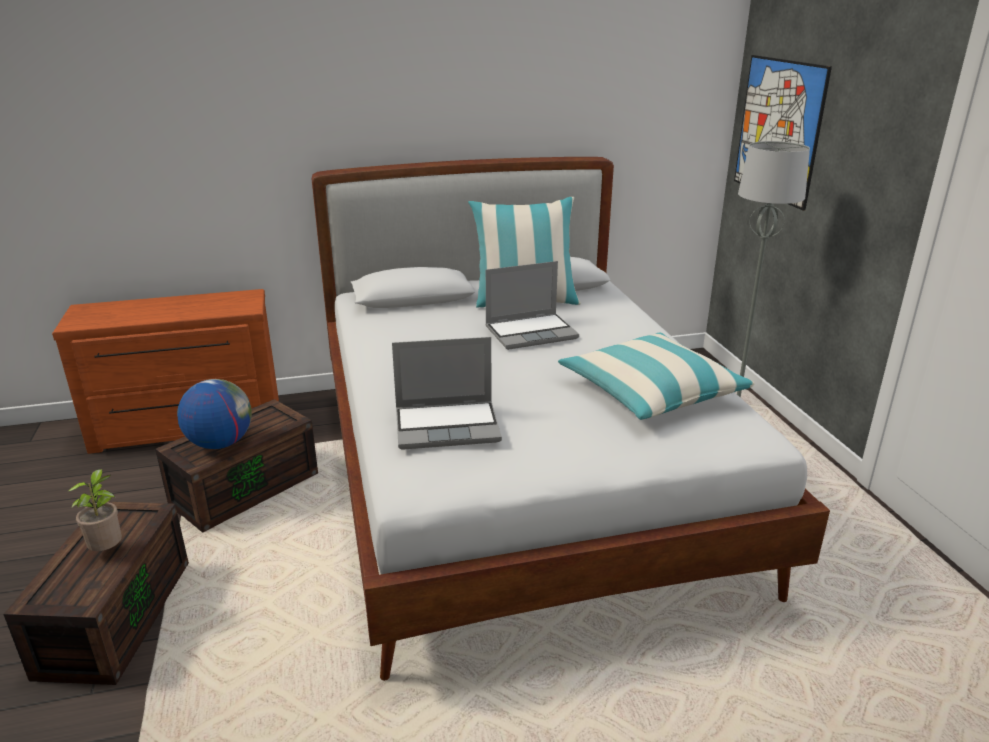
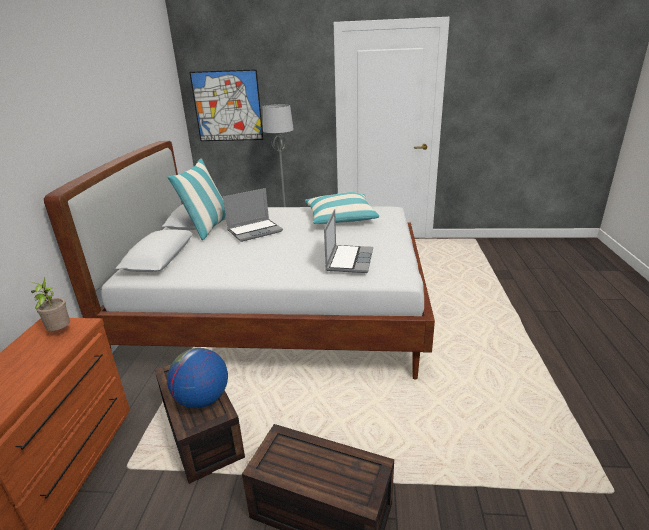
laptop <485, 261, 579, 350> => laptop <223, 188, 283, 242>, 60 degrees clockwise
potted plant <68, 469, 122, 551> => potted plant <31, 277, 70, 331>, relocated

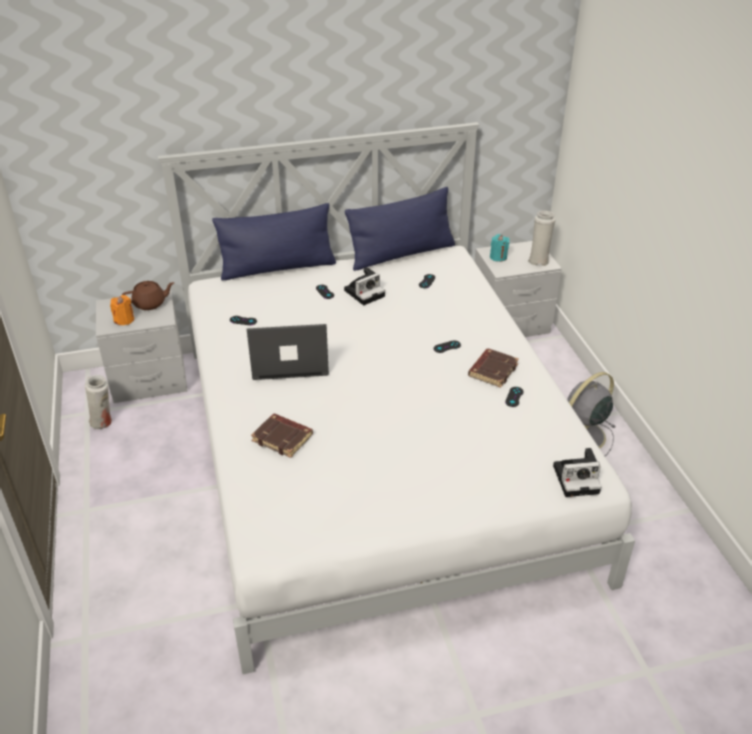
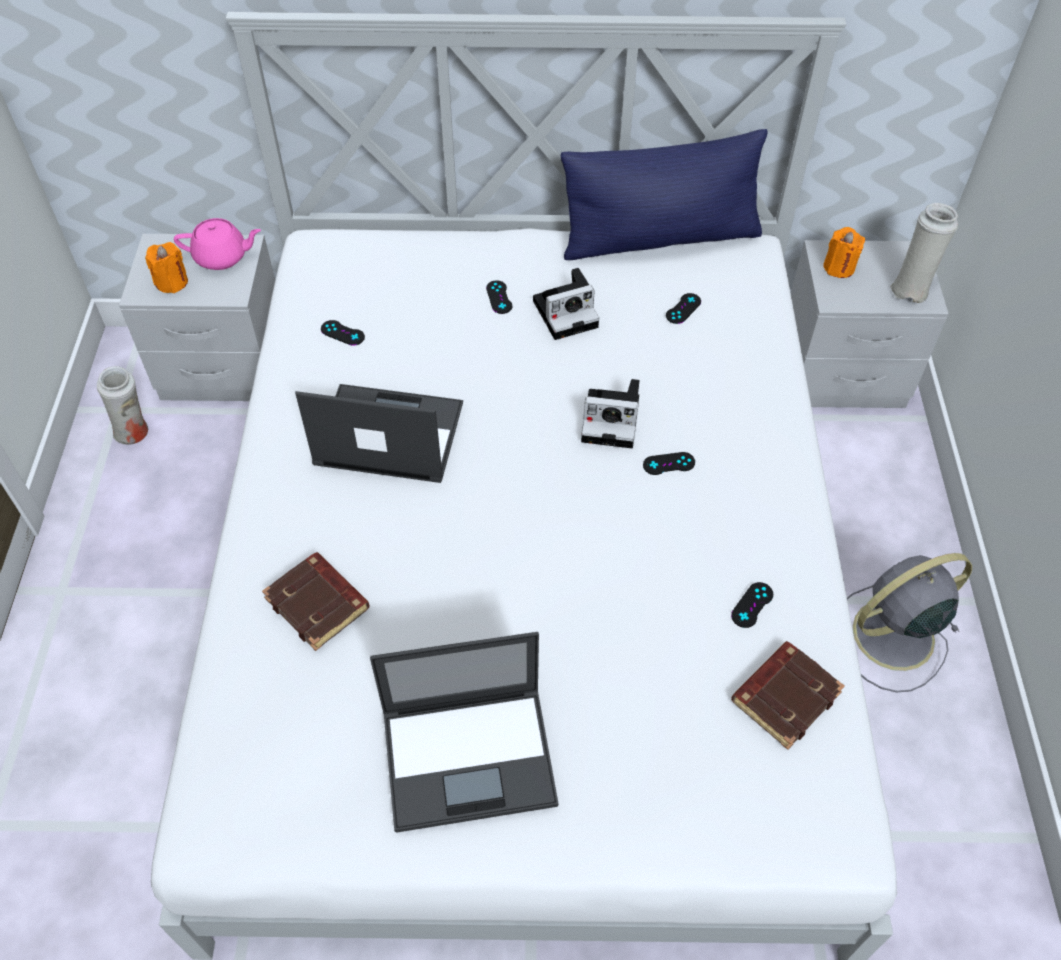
blue pillow <212, 203, 336, 280> => nothing
turquoise candle <490, 234, 510, 262> => orange candle <823, 227, 865, 278>
brown teapot <122, 281, 174, 310> => pink teapot <174, 218, 261, 270>
brown book <468, 349, 519, 388> => brown book <731, 641, 845, 750>, relocated
photo camera <553, 448, 601, 497> => photo camera <581, 379, 639, 448>, relocated
nothing => laptop <370, 632, 559, 833>

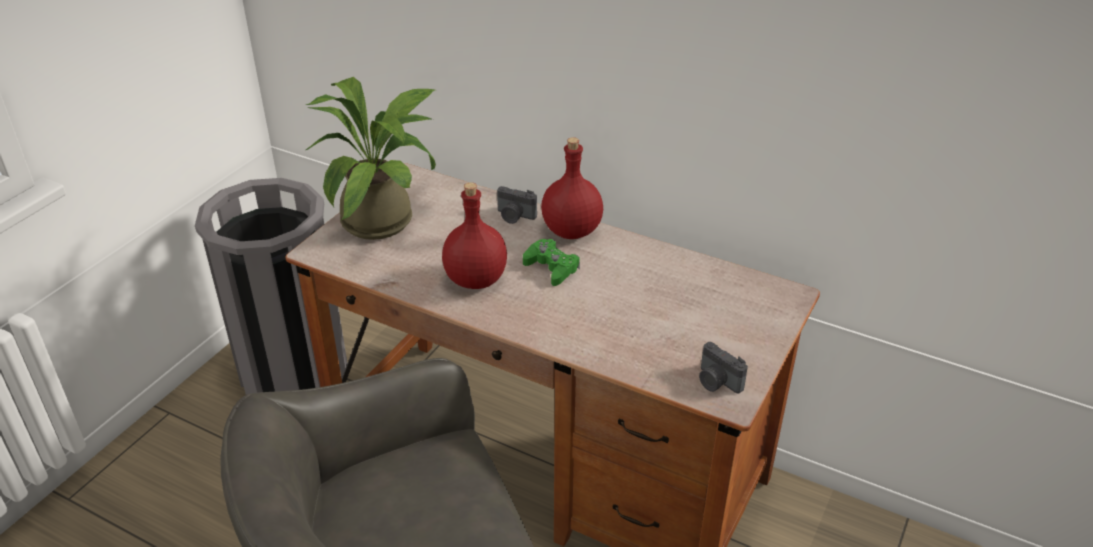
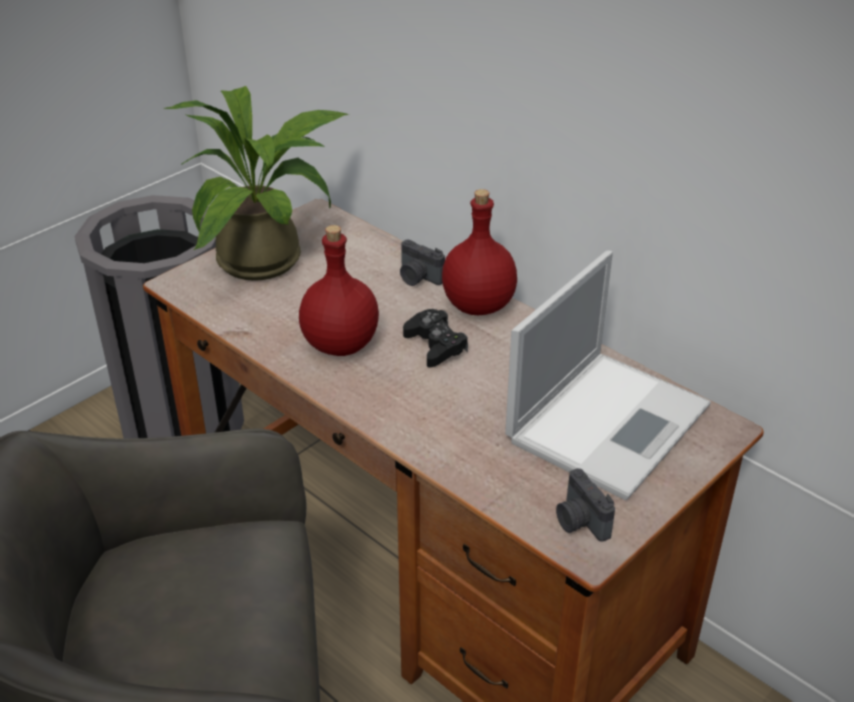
green game controller <523, 239, 580, 286> => black game controller <403, 309, 468, 367>
nothing => laptop <505, 251, 711, 500>

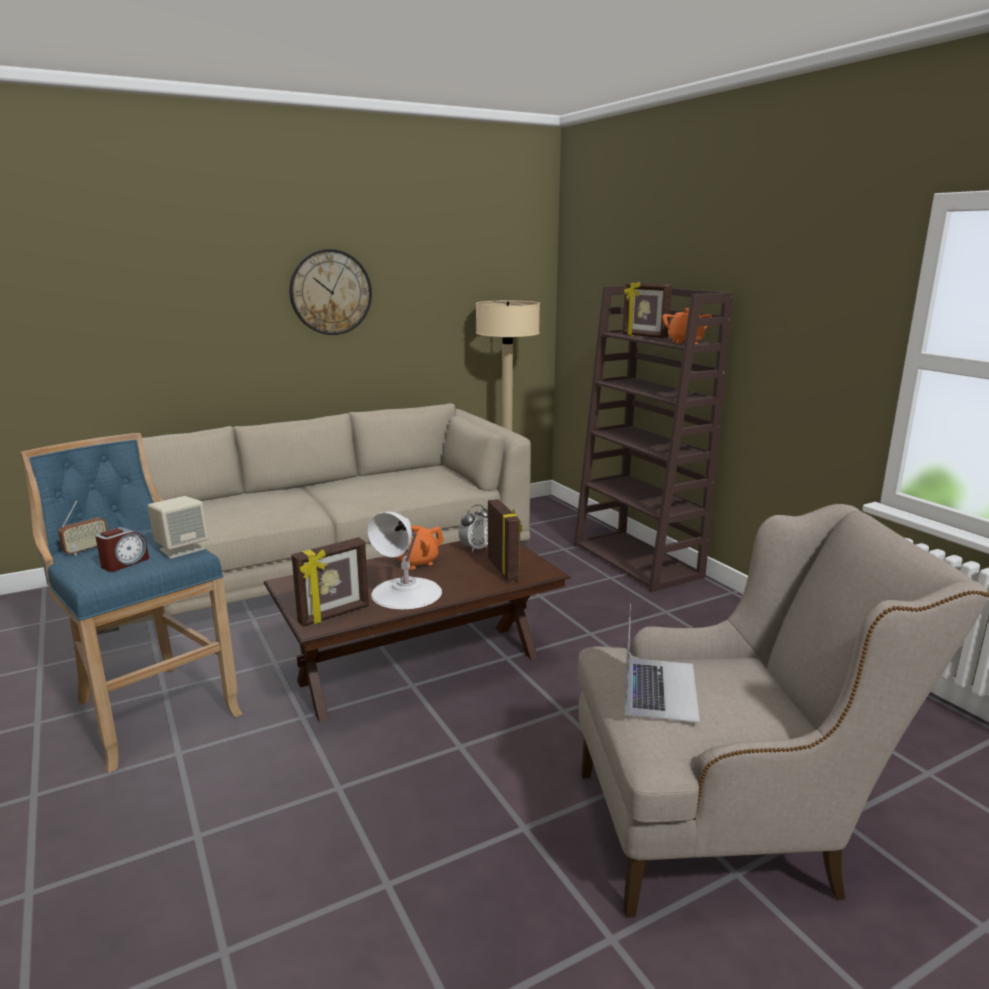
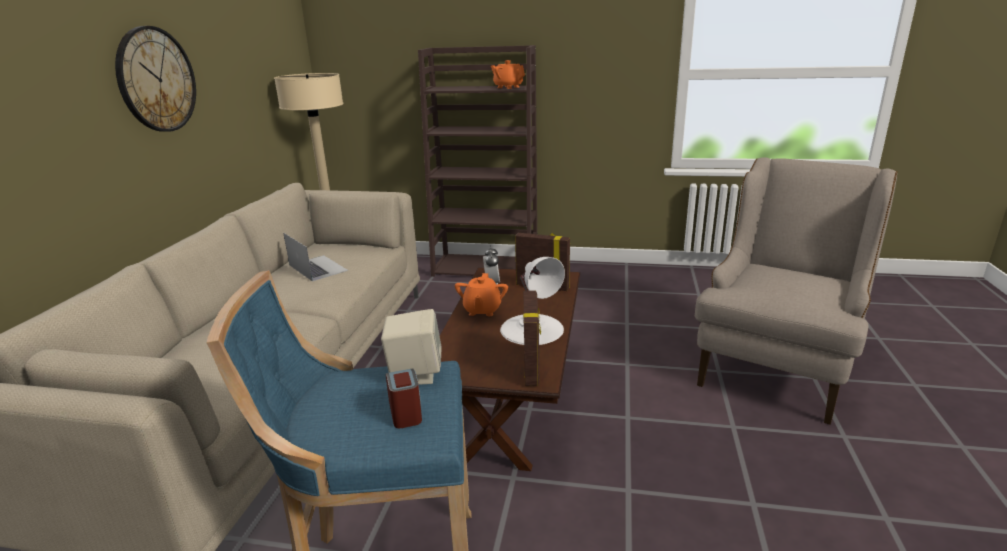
picture frame <622, 282, 672, 338> => nothing
radio <58, 500, 108, 556> => nothing
laptop <625, 604, 700, 723> => laptop <283, 233, 348, 282>, relocated

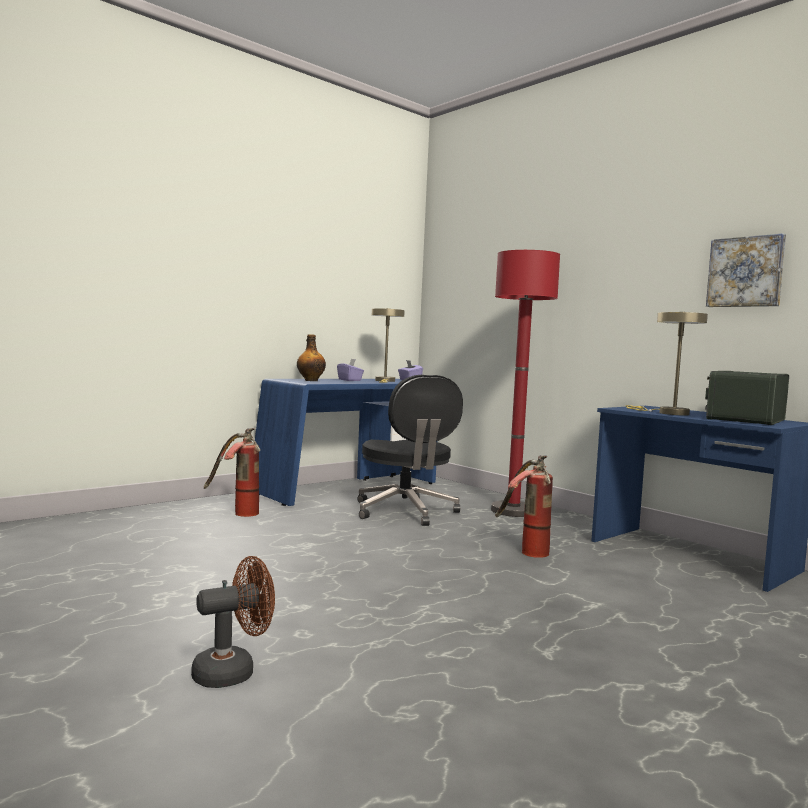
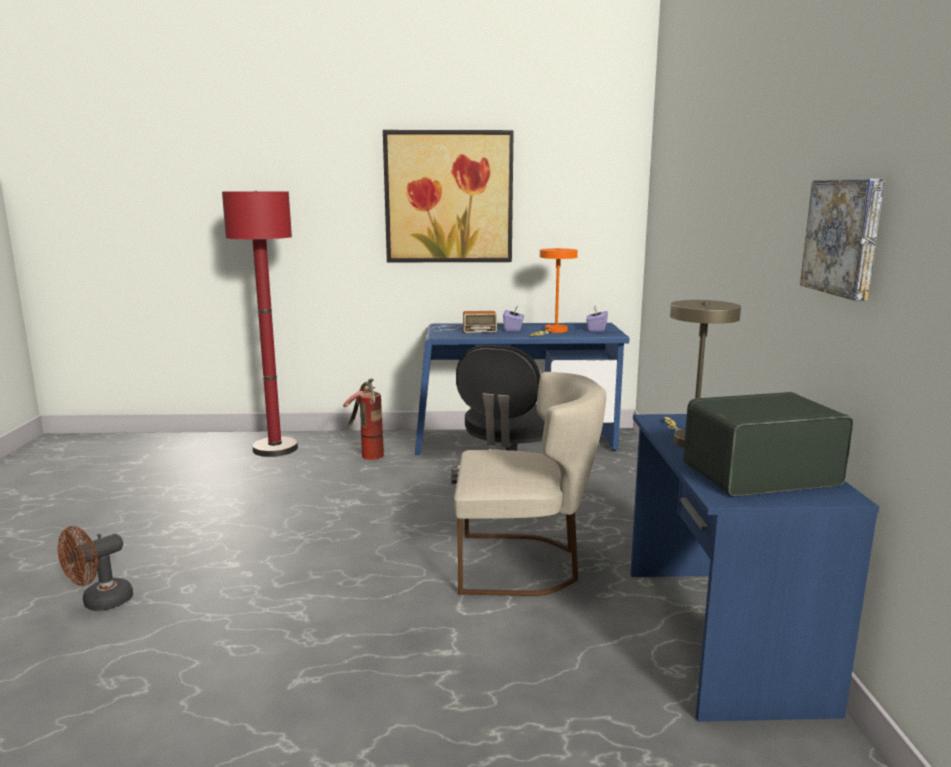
red floor lamp <491, 250, 560, 517> => red floor lamp <222, 190, 298, 457>, relocated
beige table lamp <372, 308, 405, 383> => orange table lamp <530, 248, 578, 336>
bottle <297, 334, 326, 381> => radio <431, 311, 497, 333>
fire extinguisher <495, 455, 553, 558> => beige chair <454, 372, 606, 596>
brown fan <191, 556, 275, 688> => brown fan <58, 526, 133, 611>, 120 degrees clockwise
nothing => picture <383, 130, 514, 262>

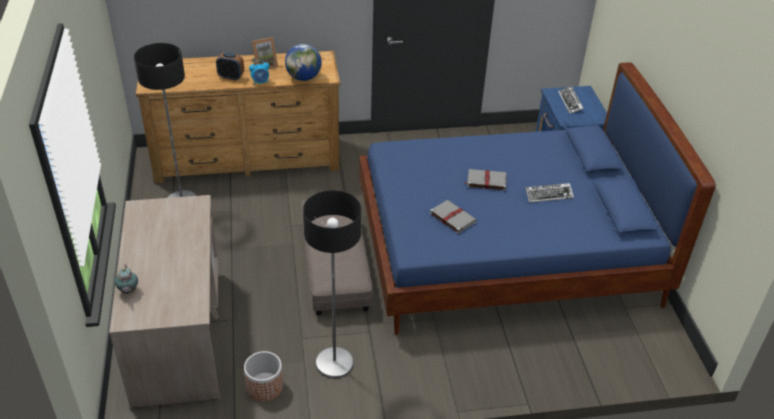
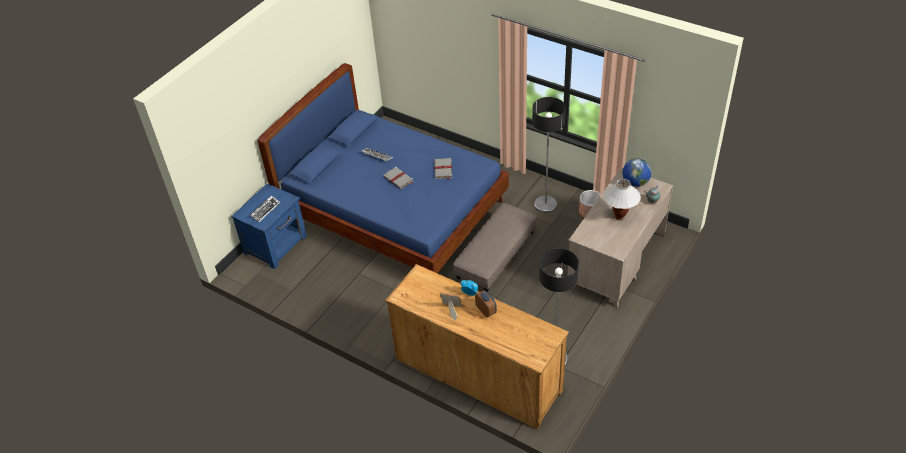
globe <285, 44, 322, 81> => globe <623, 158, 652, 187>, relocated
nothing => white table lamp <603, 178, 641, 220>

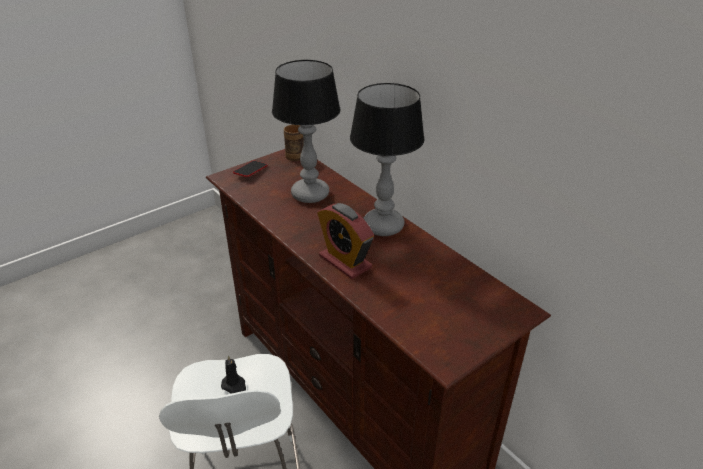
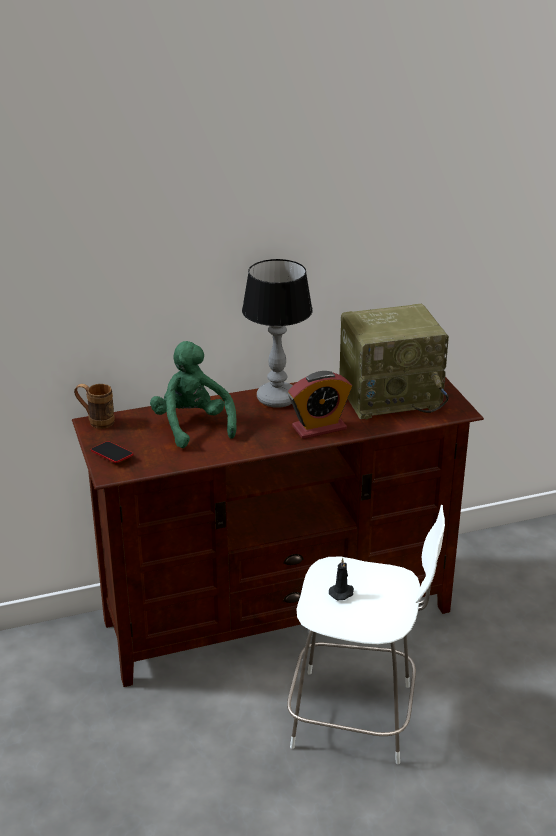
table lamp <272, 60, 340, 203> => green plush toy <150, 341, 237, 448>
nothing => radio <339, 304, 449, 420>

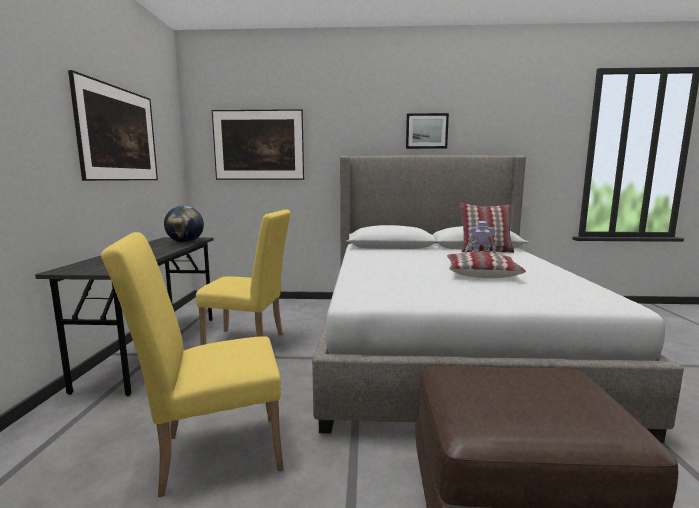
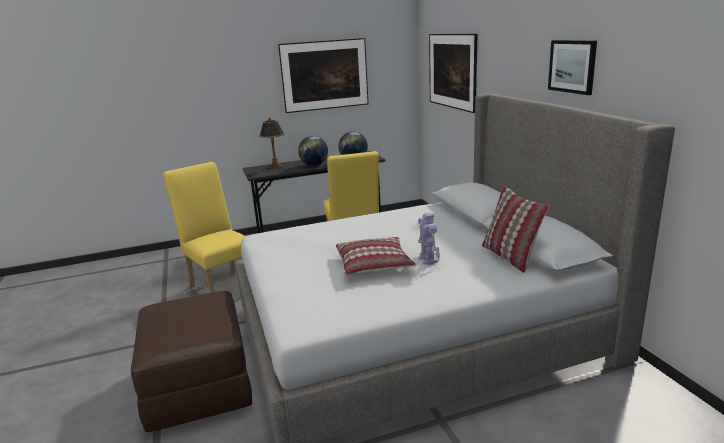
nothing => table lamp <259, 118, 284, 169>
nothing => globe <298, 136, 328, 166>

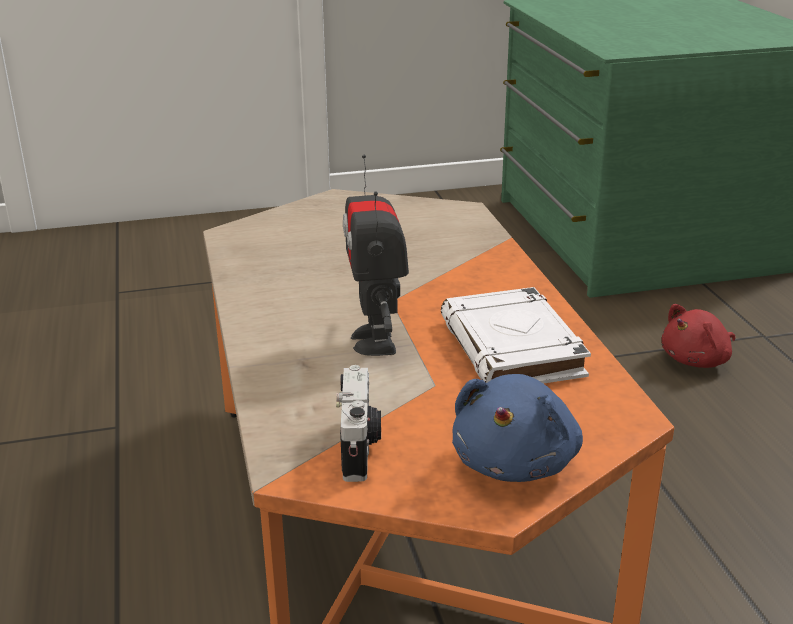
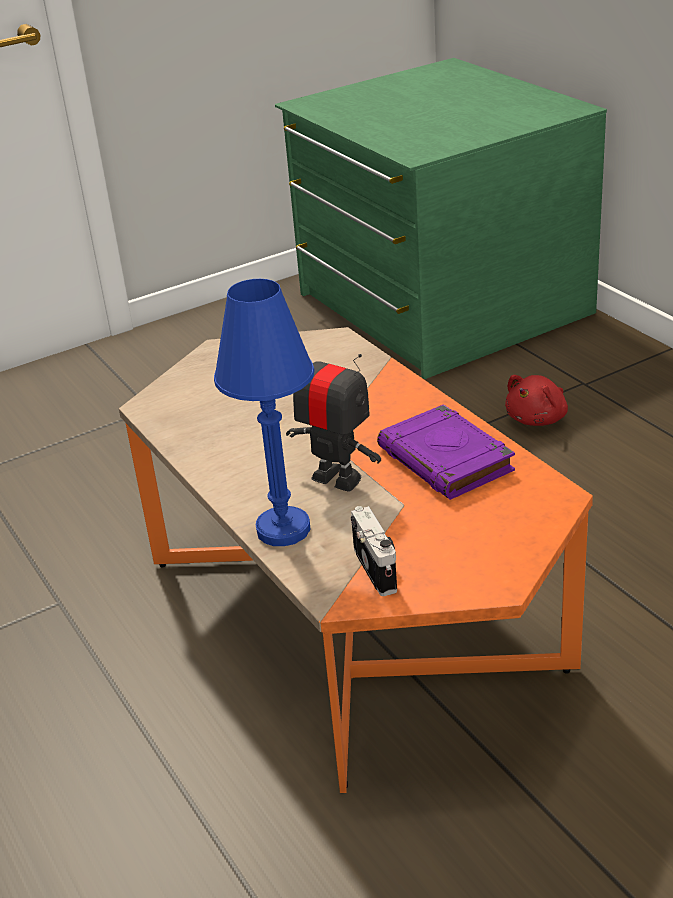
toy robot <343, 154, 409, 356> => toy robot <286, 354, 381, 491>, 150 degrees clockwise
white book <441, 287, 591, 384> => purple book <377, 404, 515, 500>
blue plush toy <452, 374, 583, 482> => nothing
nothing => blue table lamp <214, 279, 315, 546>

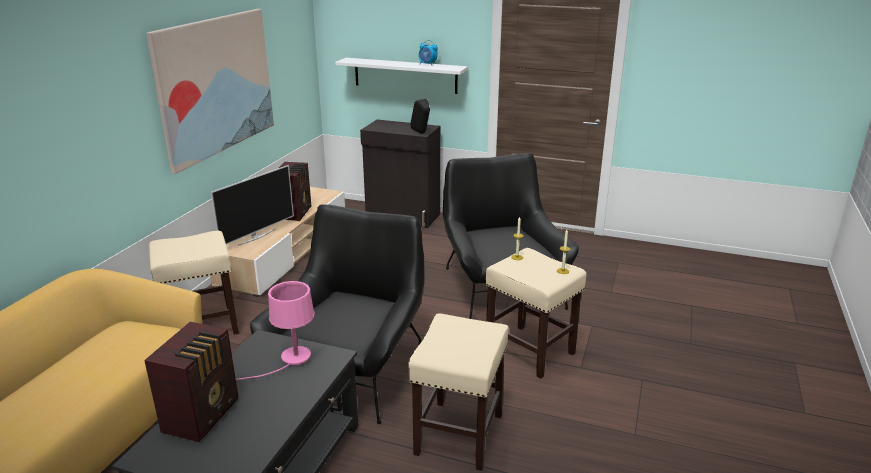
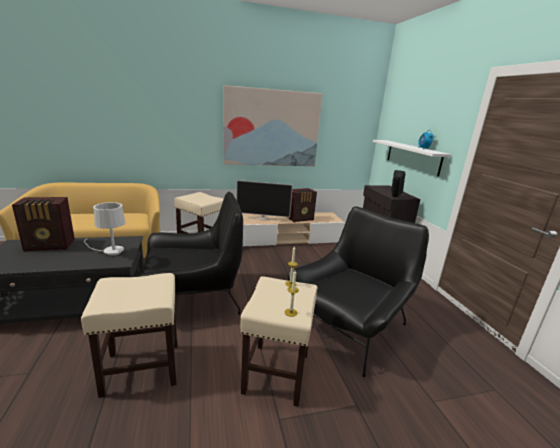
pink table lamp <236, 281, 315, 380> => white table lamp <84, 202, 126, 255>

